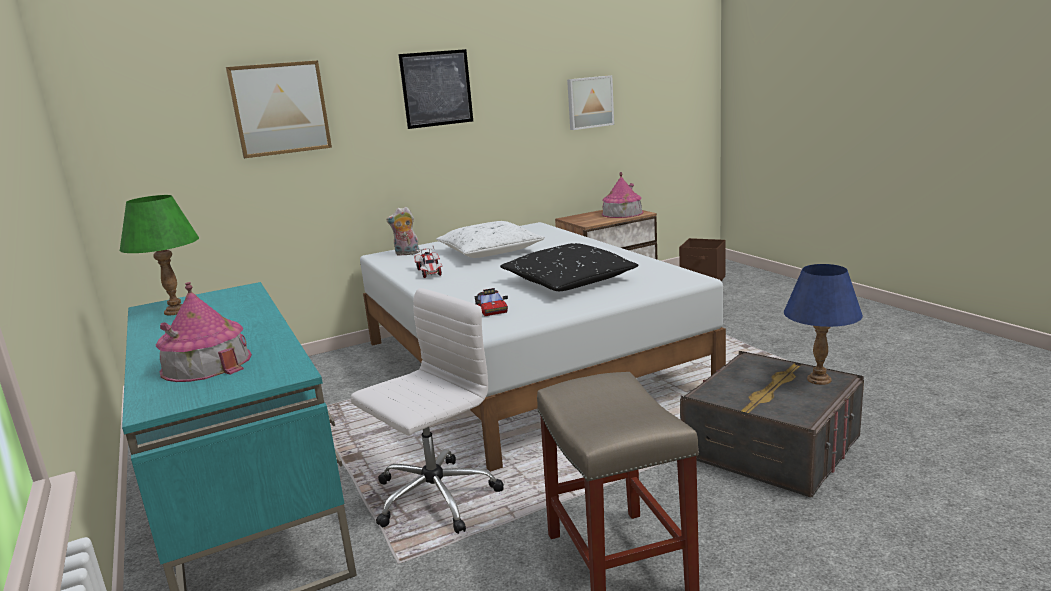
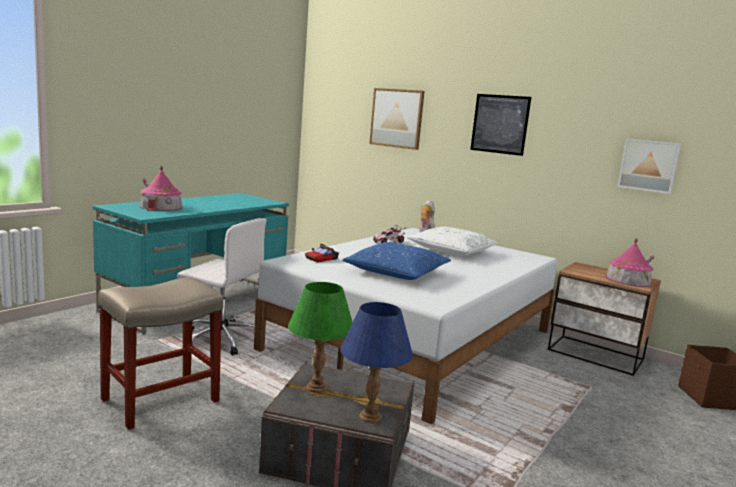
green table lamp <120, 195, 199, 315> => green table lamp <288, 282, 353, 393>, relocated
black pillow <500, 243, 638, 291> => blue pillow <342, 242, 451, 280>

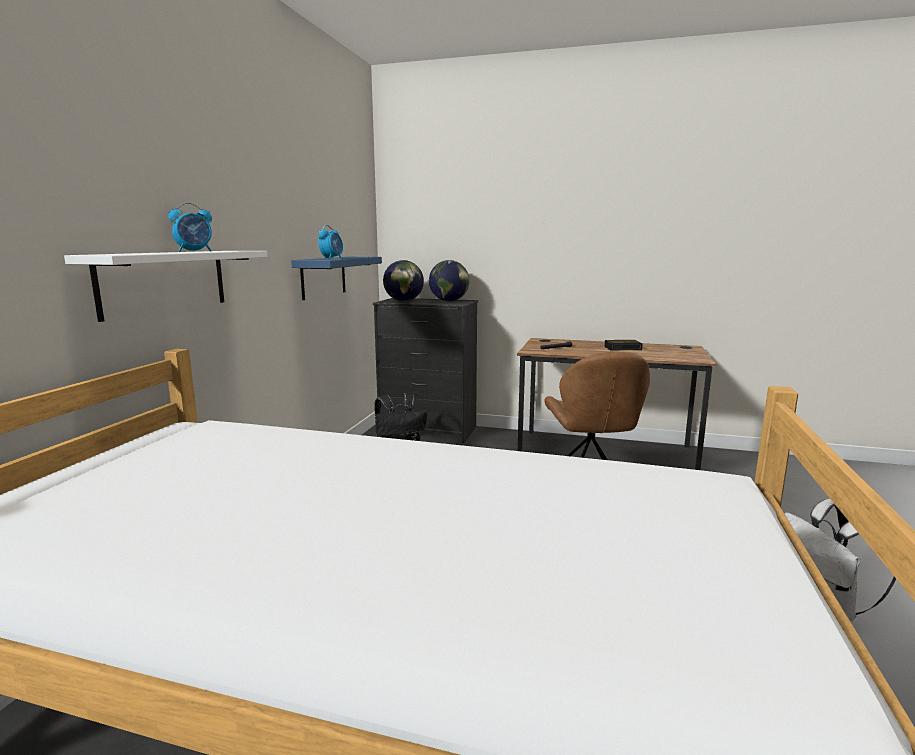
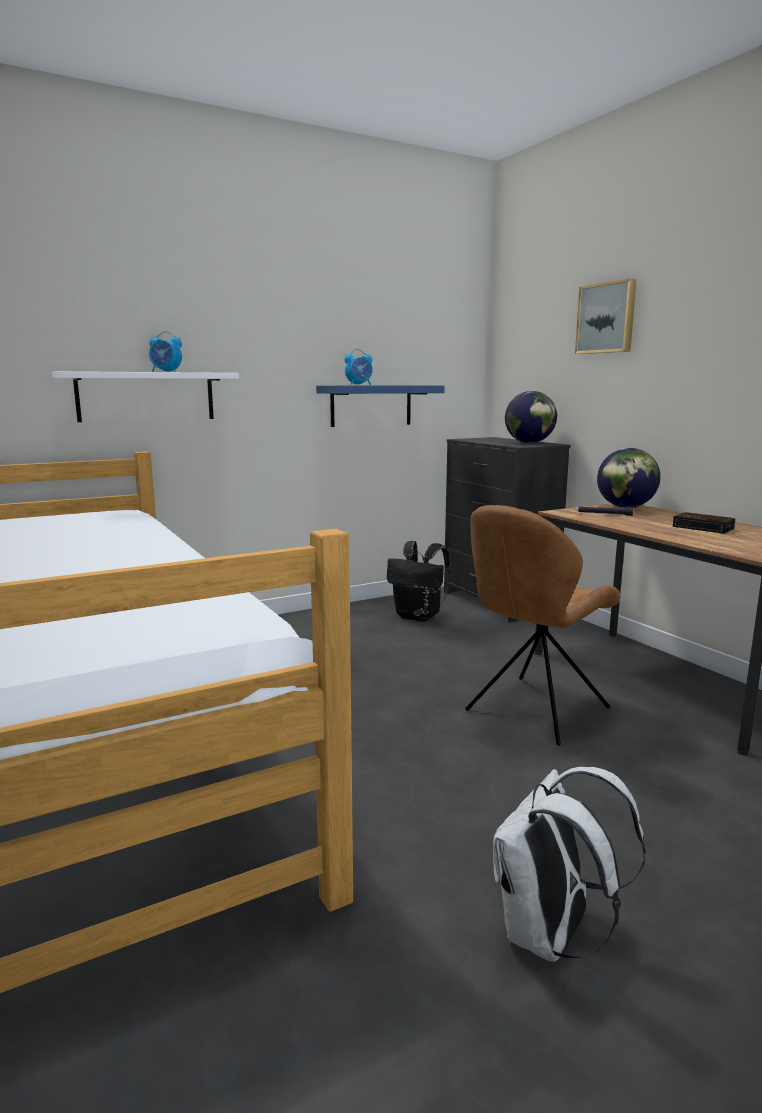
globe <383, 260, 424, 301> => globe <597, 448, 661, 508>, relocated
nothing => picture <575, 278, 637, 354>

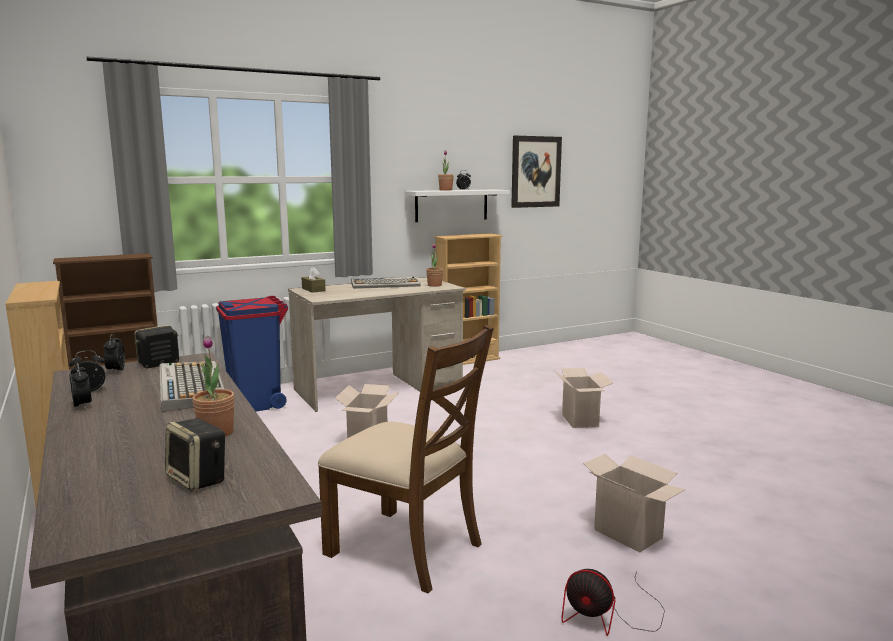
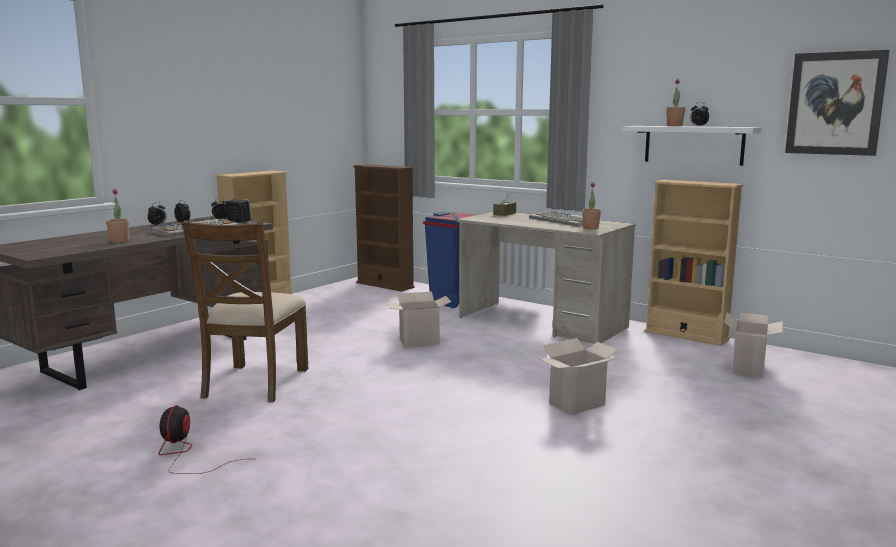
speaker <165, 418, 225, 492> => nothing
cardboard box <583, 454, 686, 552> => cardboard box <724, 312, 783, 377>, relocated

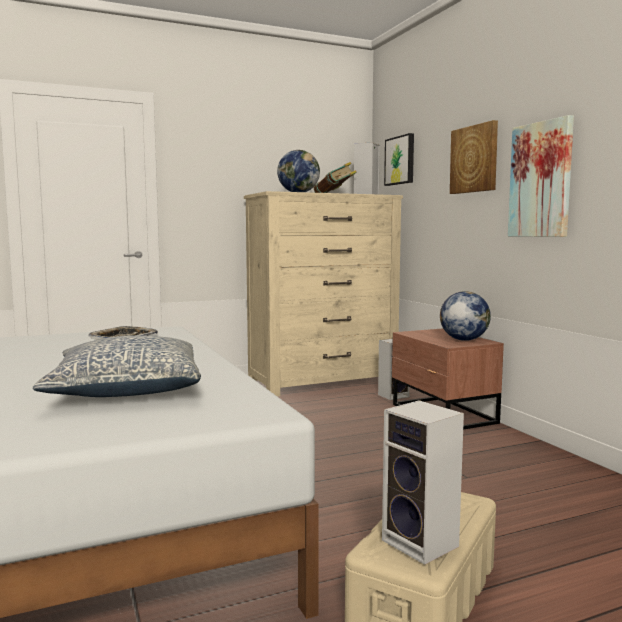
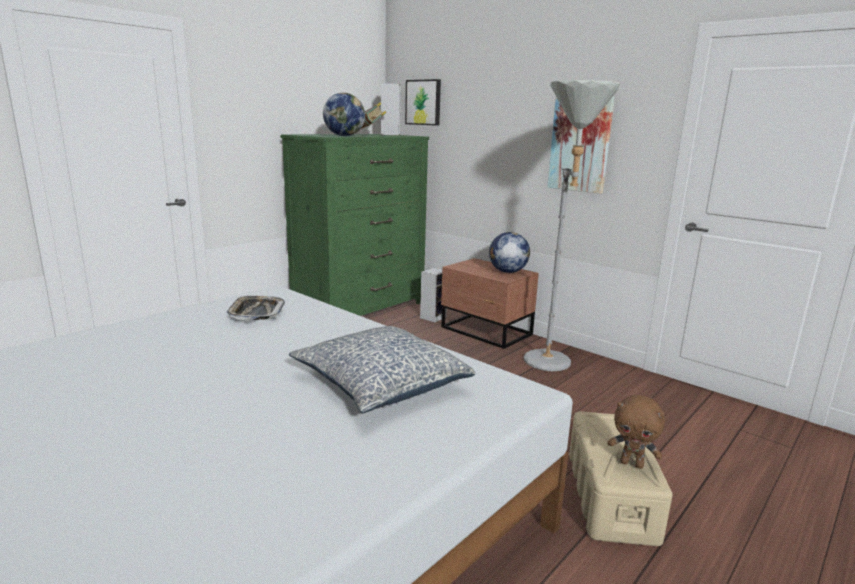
picture <450, 120, 498, 194> => nothing
beige dresser <244, 191, 403, 396> => green dresser <280, 134, 429, 316>
speaker <382, 400, 464, 565> => brown plush toy <607, 395, 665, 469>
nothing => grey floor lamp <524, 80, 620, 371>

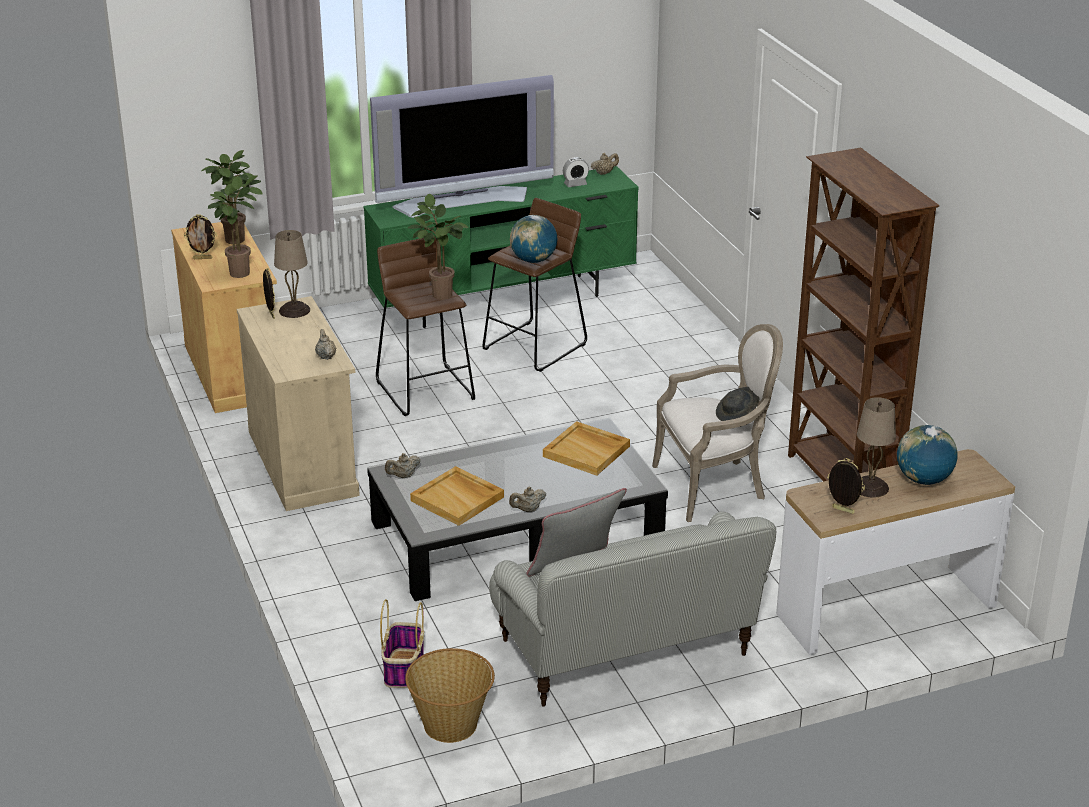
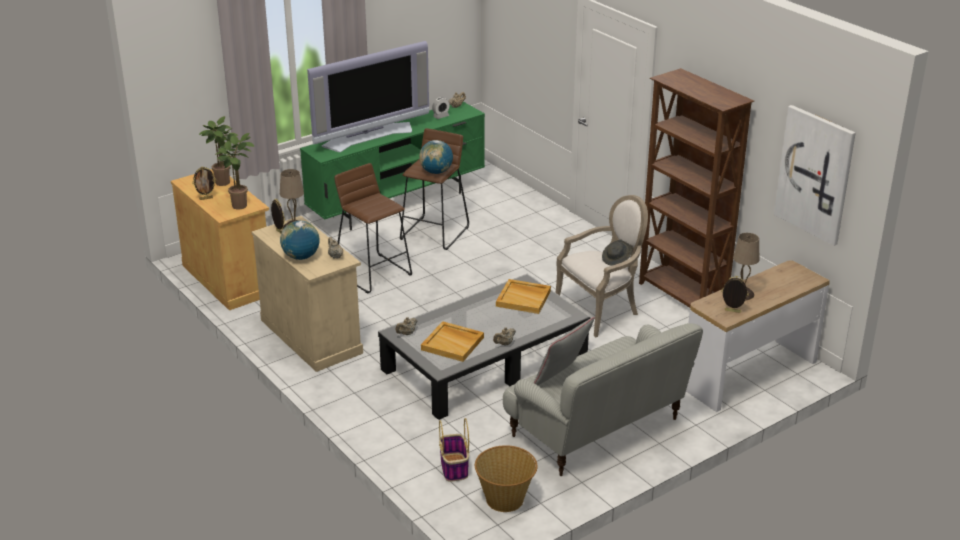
potted plant <408, 194, 469, 300> => nothing
globe <897, 425, 958, 485> => globe <280, 221, 320, 260>, relocated
nothing => picture <774, 105, 856, 246>

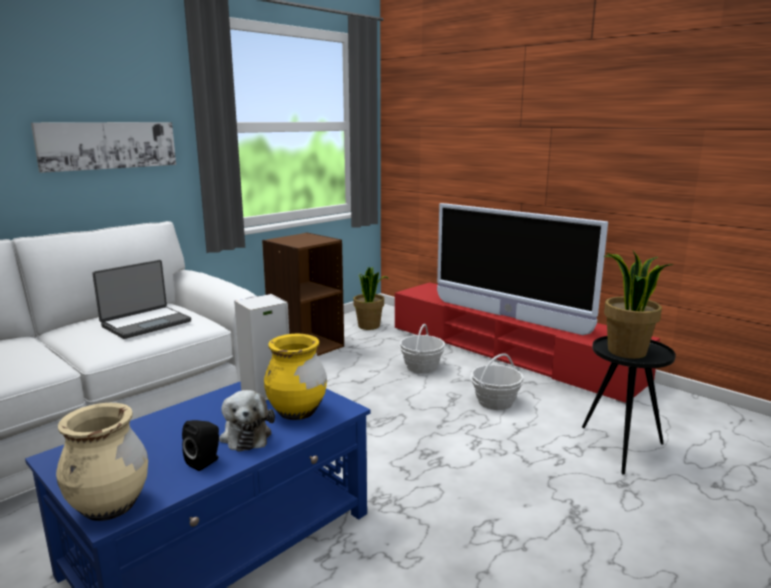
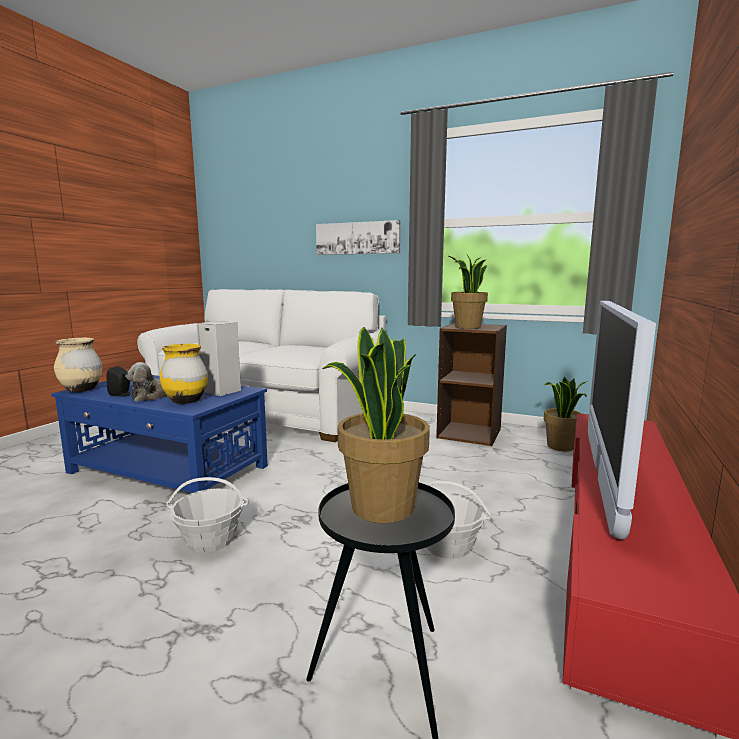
laptop <92, 260, 191, 339> => nothing
basket <399, 324, 445, 374> => basket <166, 477, 248, 553>, relocated
nothing => potted plant <449, 255, 488, 329>

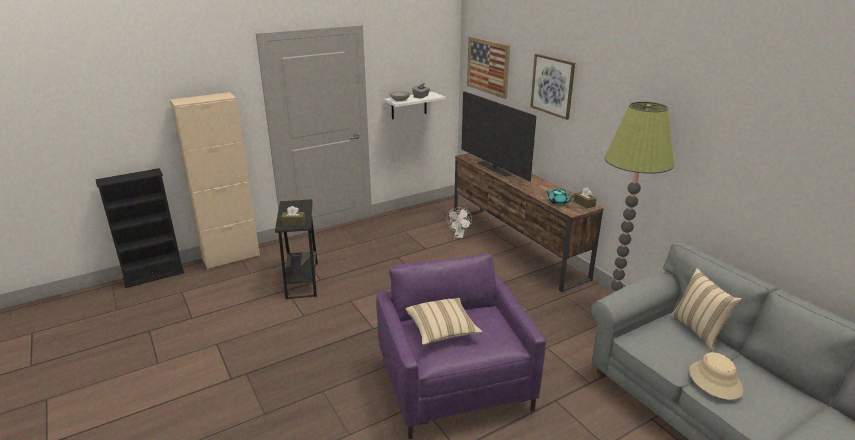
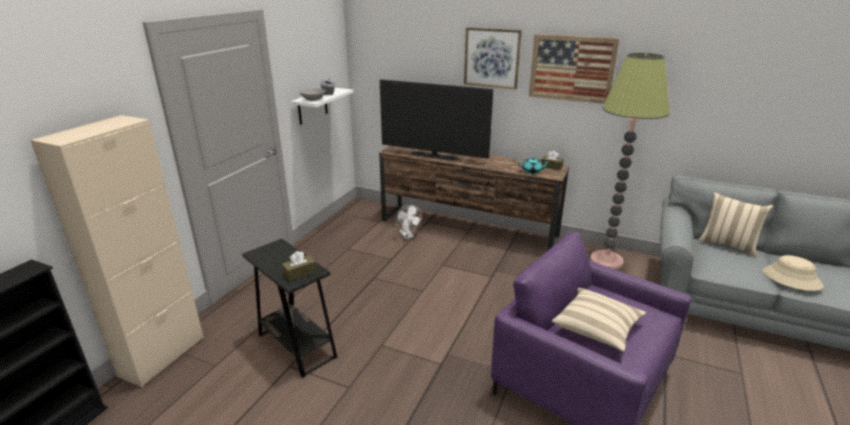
picture <467, 36, 510, 99> => picture <529, 34, 620, 104>, relocated

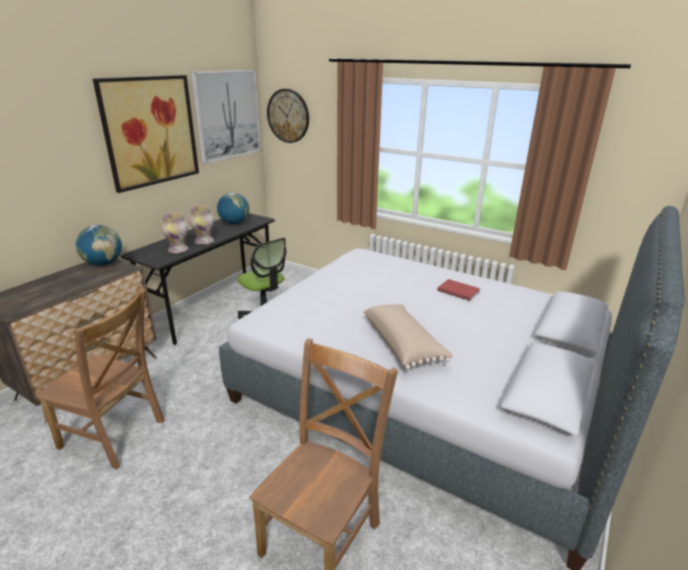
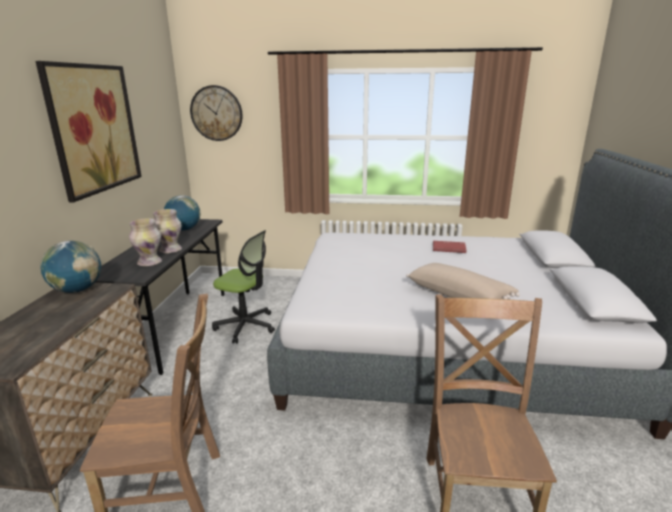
picture <191, 70, 261, 164> => nothing

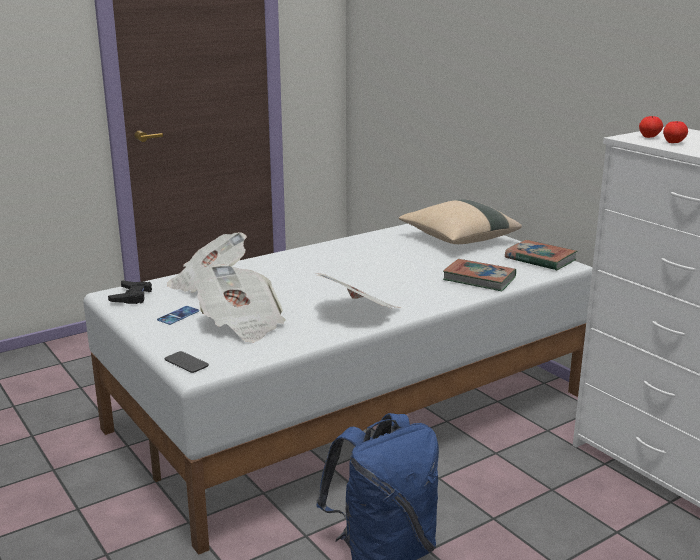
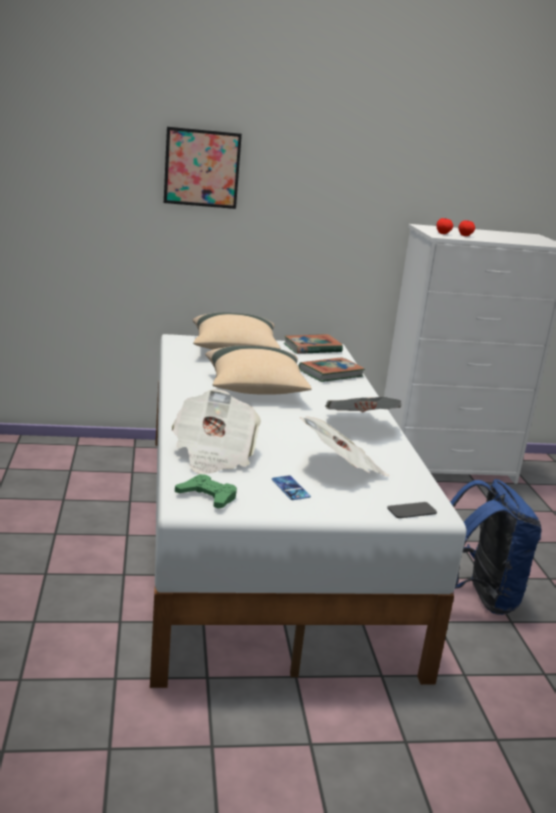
black game controller <108, 280, 152, 304> => green game controller <175, 474, 237, 509>
nothing => picture <164, 127, 242, 209>
nothing => beige pillow <205, 346, 312, 395>

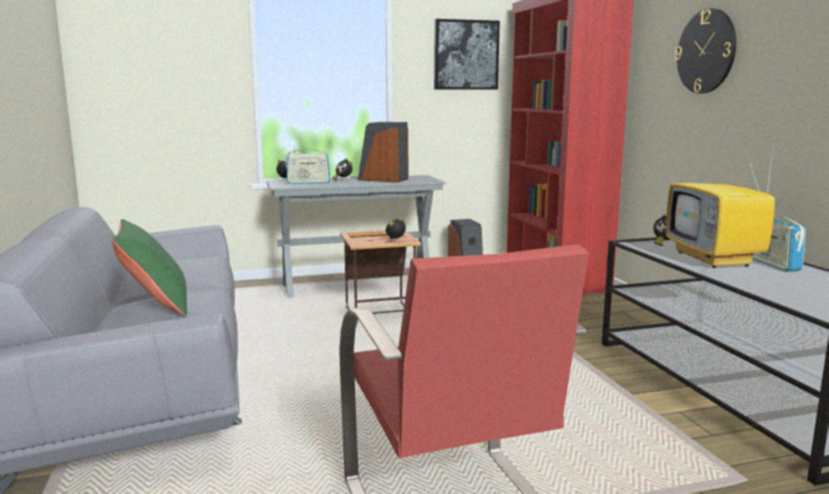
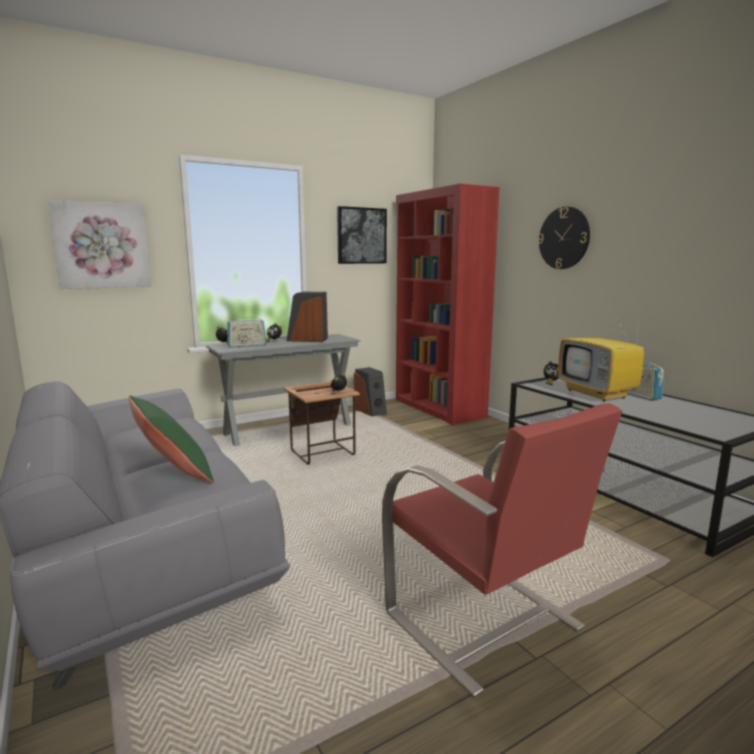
nothing => picture <48, 200, 151, 289>

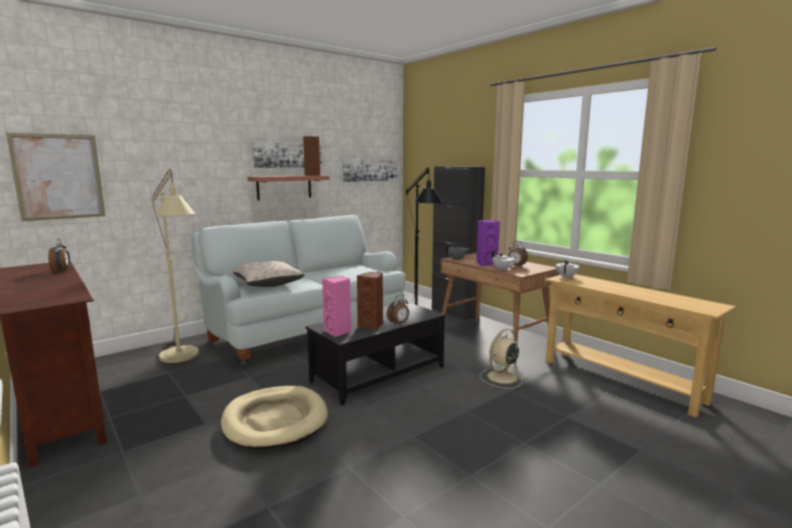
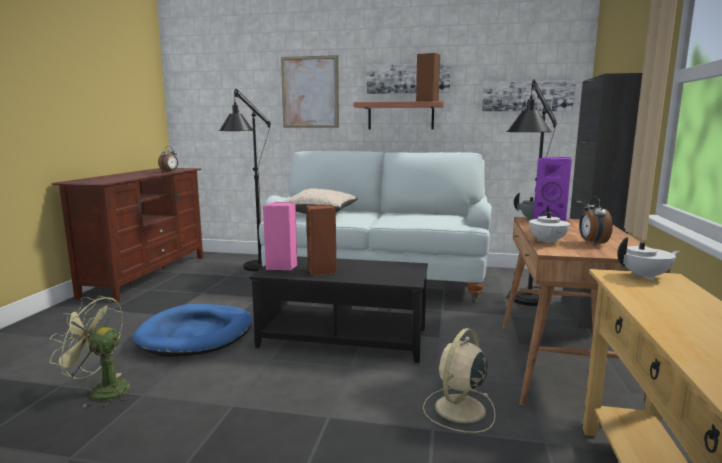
picture <6, 133, 105, 221> => picture <281, 55, 339, 128>, relocated
beige floor lamp <151, 169, 199, 363> => black floor lamp <219, 89, 271, 271>
alarm clock <387, 295, 409, 324> => nothing
beige fan <480, 329, 523, 389> => beige fan <423, 328, 495, 433>, 60 degrees counterclockwise
beige dog bed <221, 386, 328, 449> => blue dog bed <133, 304, 252, 357>
nothing => green fan <50, 296, 131, 408>

